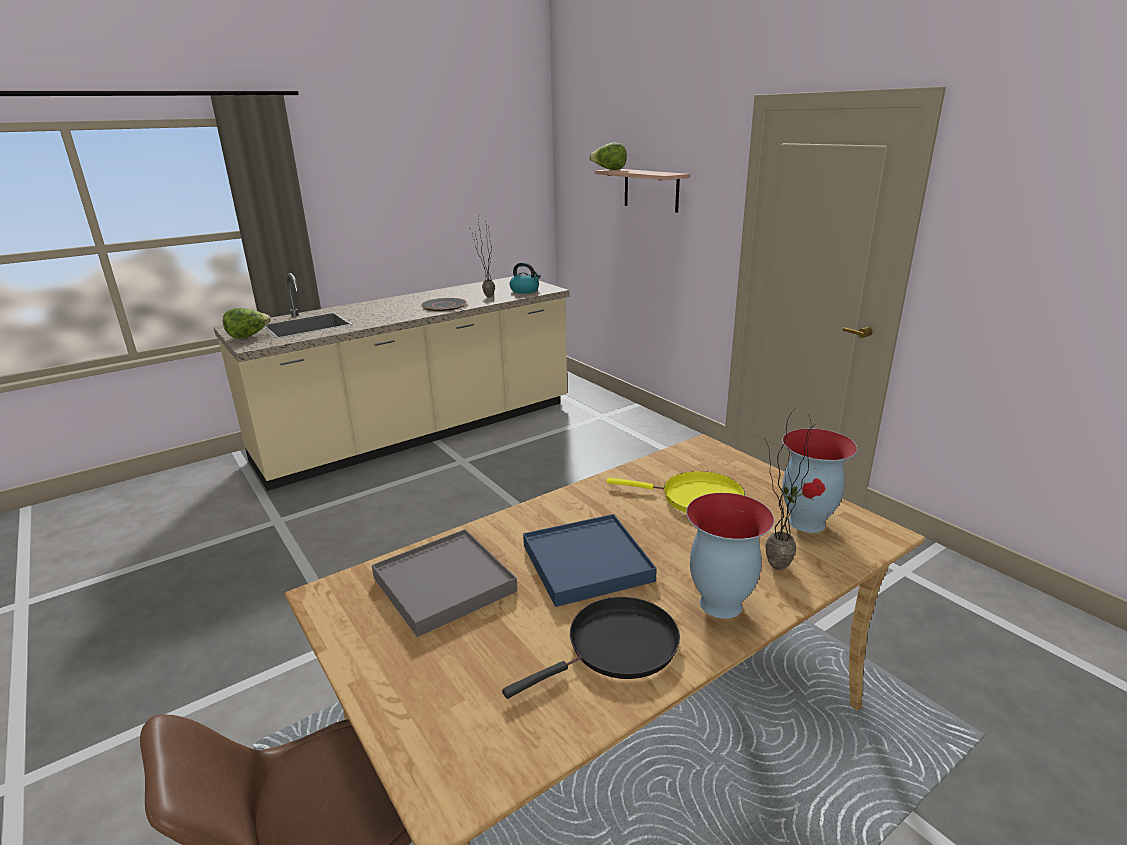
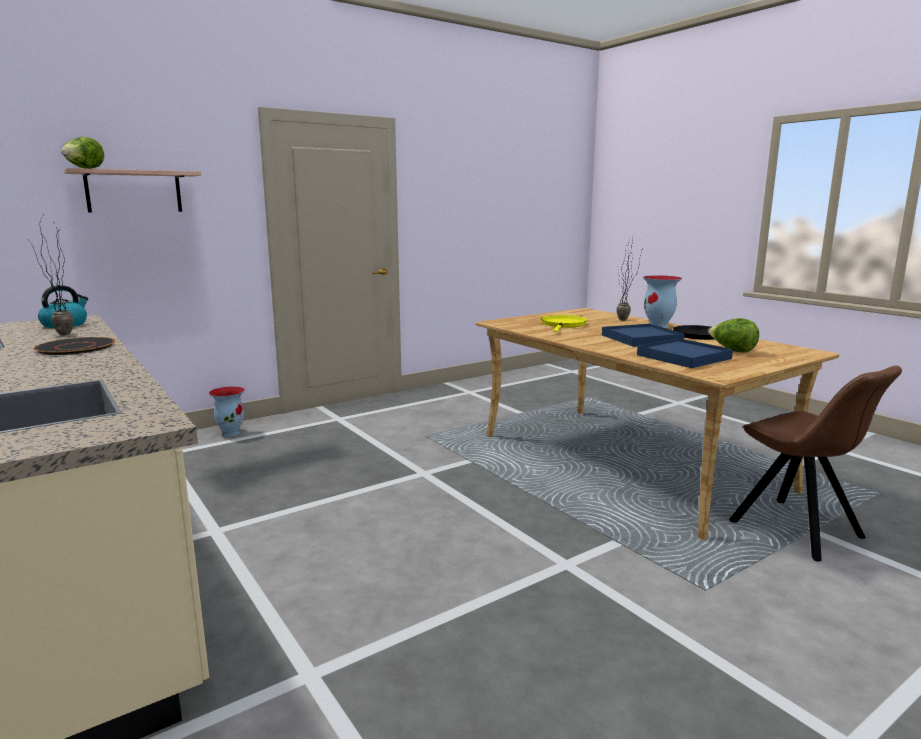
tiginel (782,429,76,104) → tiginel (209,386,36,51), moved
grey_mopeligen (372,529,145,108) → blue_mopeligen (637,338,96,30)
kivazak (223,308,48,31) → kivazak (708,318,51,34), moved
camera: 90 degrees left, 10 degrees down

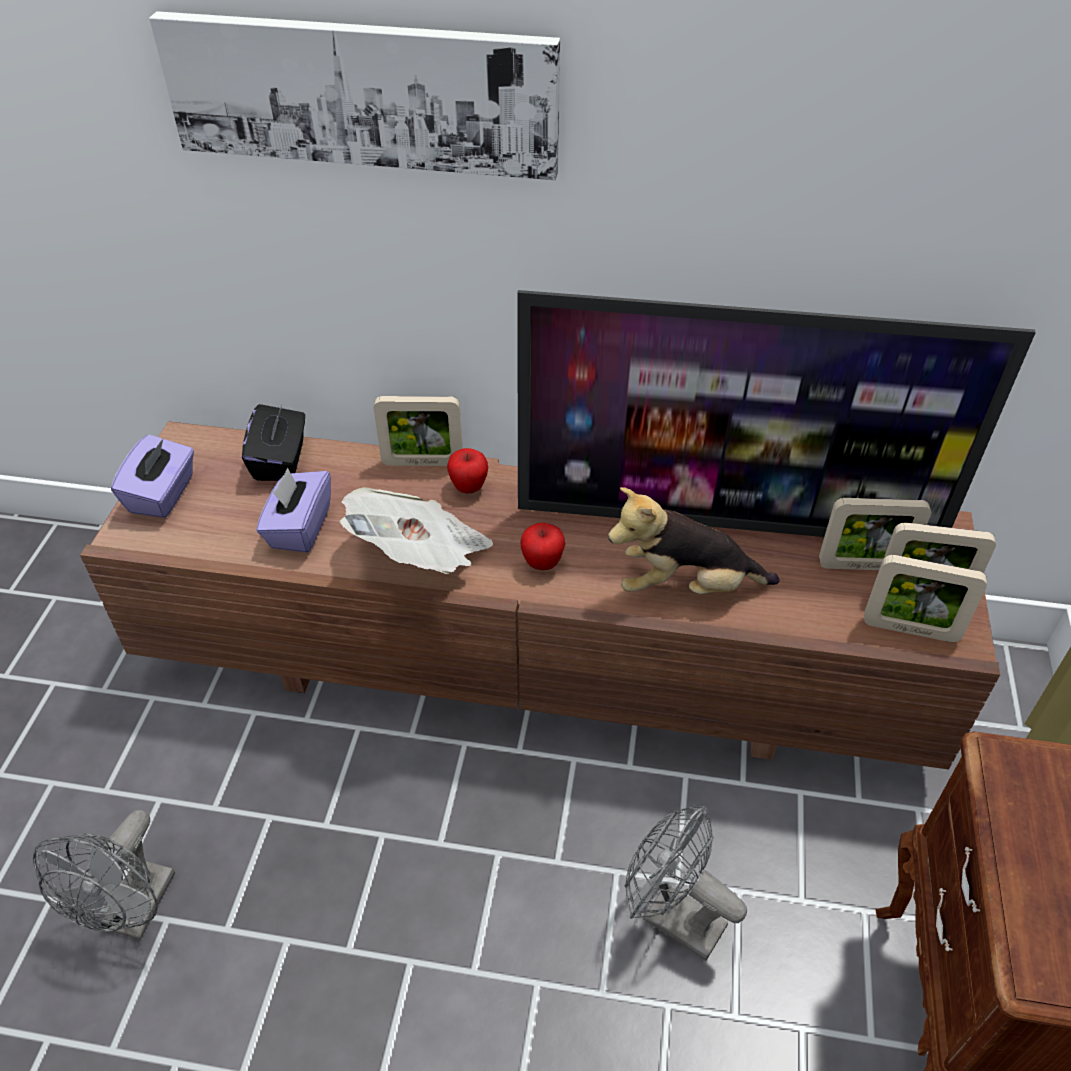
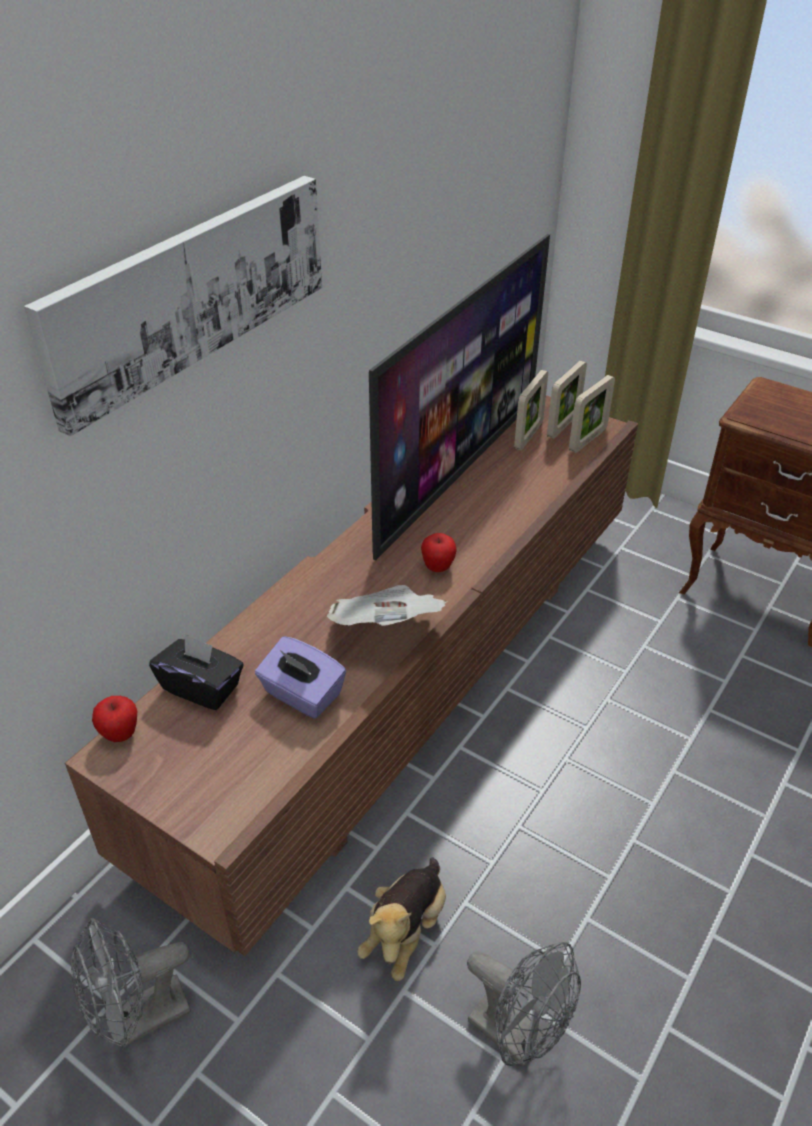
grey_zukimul (625,805,122,155) → grey_zukimul (71,918,120,130), moved
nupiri (447,448,41,45) → nupiri (92,696,45,46), moved
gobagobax (608,487,172,107) → gobagobax (357,857,89,124), moved
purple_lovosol (111,435,83,83) → -
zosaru (374,396,89,70) → -
camera: 65 degrees left, 5 degrees down

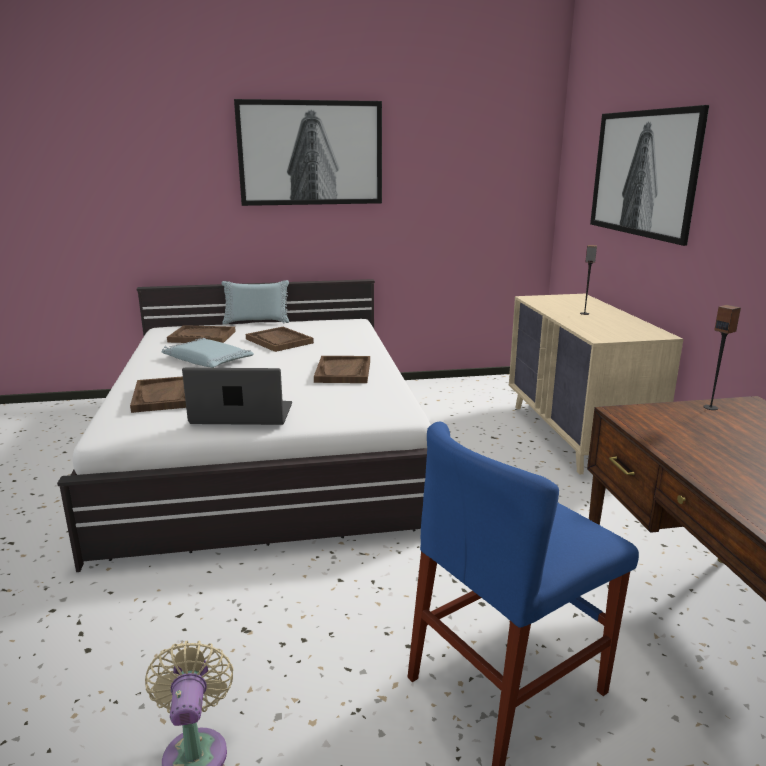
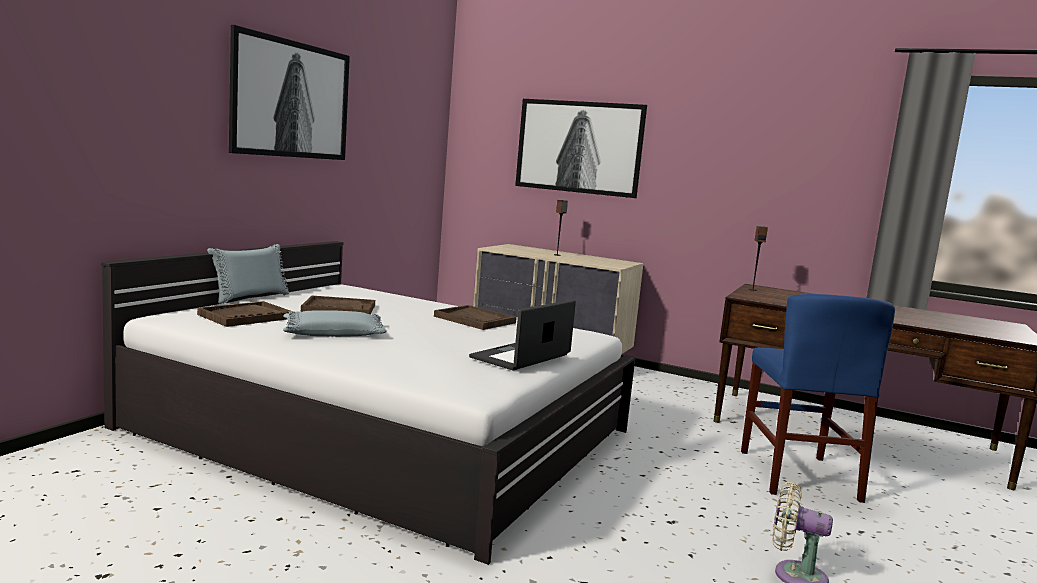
brown_mopeligen (130,376,56,37) → -
camera: 55 degrees left, 10 degrees down

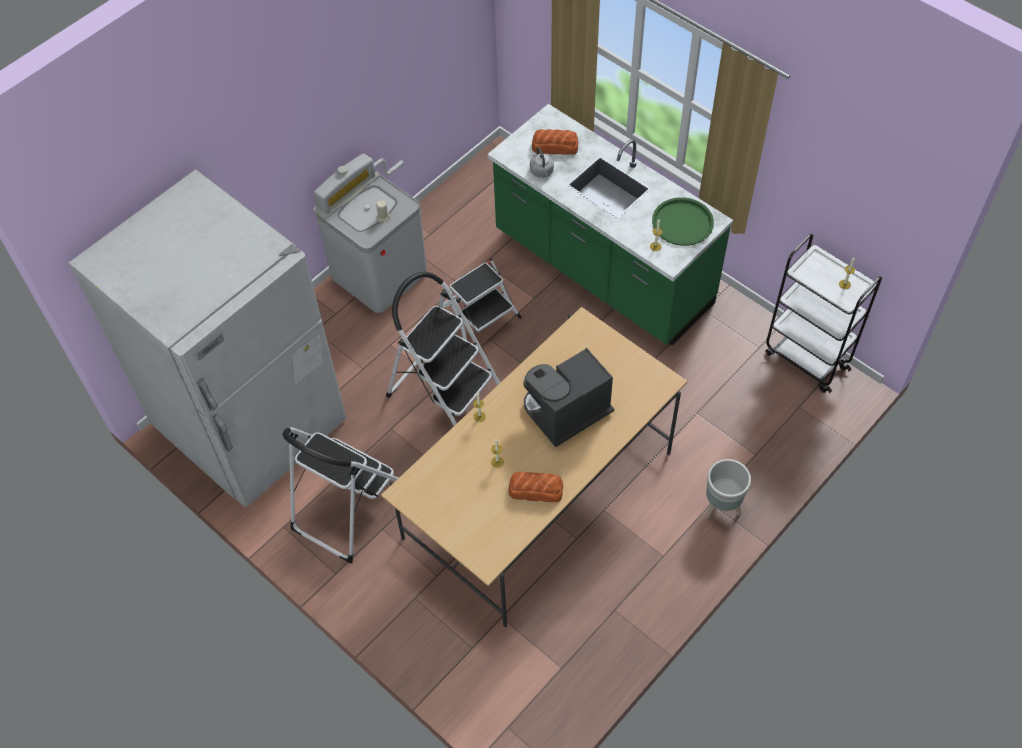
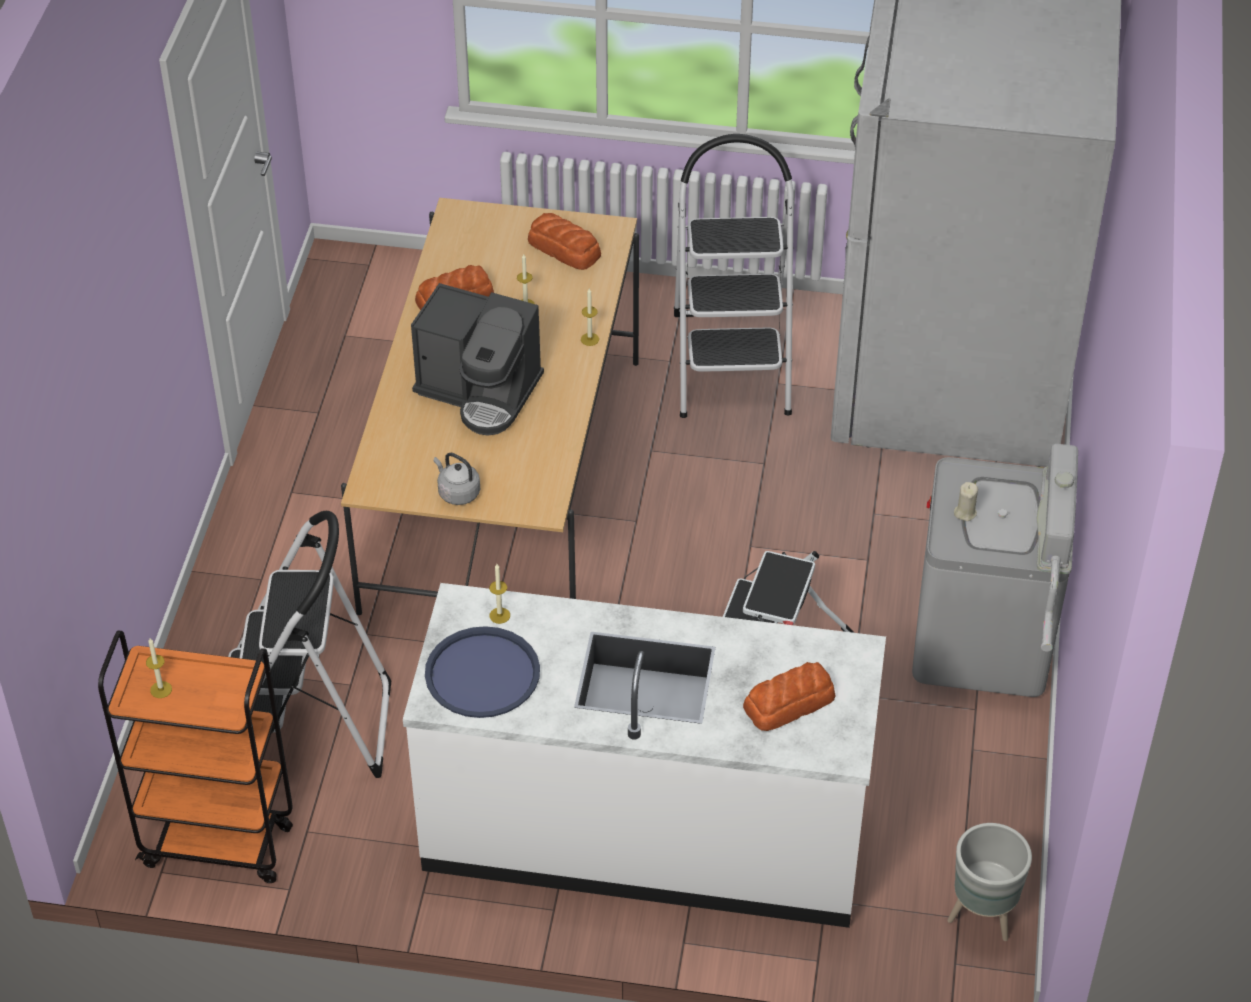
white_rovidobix (765,234,117,159) → orange_rovidobix (98,630,195,253)
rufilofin (386,272,114,154) → rufilofin (228,511,163,267), moved
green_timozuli (488,104,245,242) → white_timozuli (403,583,483,345)
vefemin (523,348,91,99) → vefemin (411,283,133,152), 90 degrees clockwise
green_mopeligen (652,197,62,49) → blue_mopeligen (425,626,115,92)
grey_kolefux (530,147,24,31) → grey_kolefux (434,453,46,52), moved
- → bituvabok (528,213,73,57)
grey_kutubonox (706,459,45,59) → grey_kutubonox (948,823,84,118), moved
camera: 145 degrees right, 10 degrees down

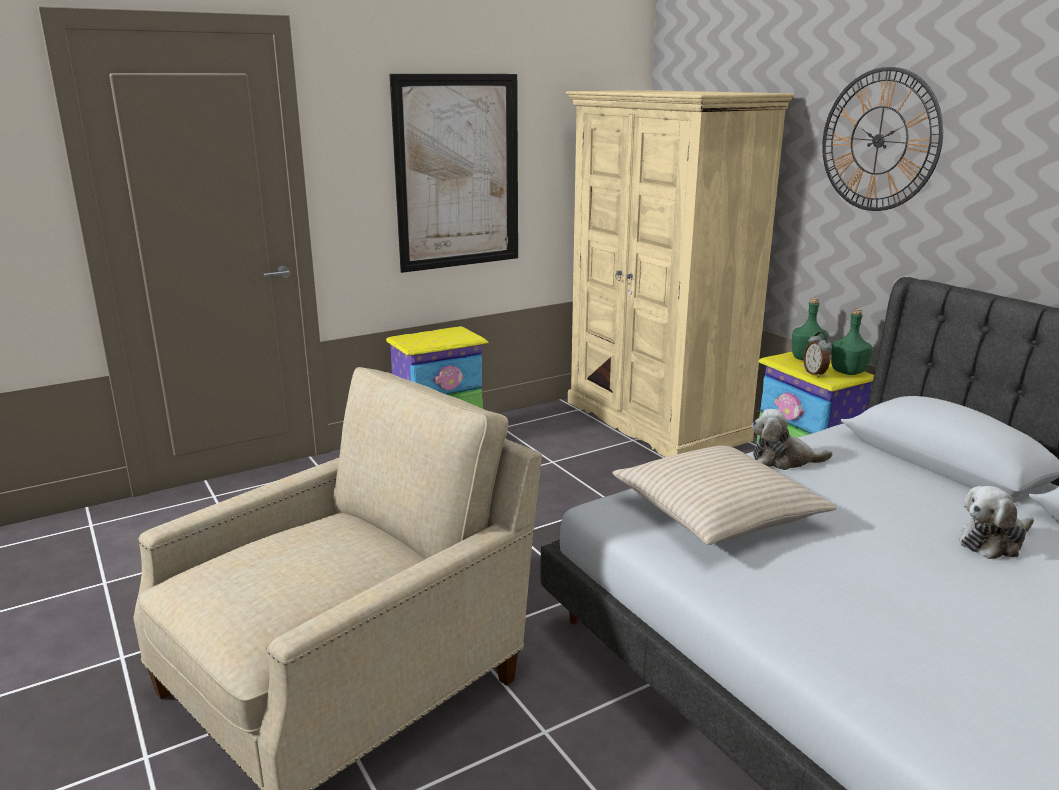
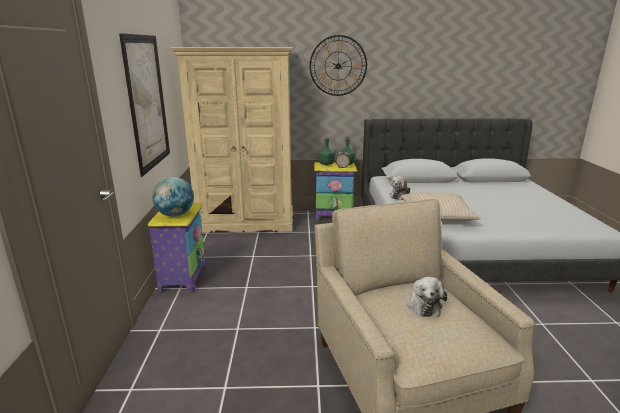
- → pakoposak (152,177,42,40)
gobagobax (959,486,75,73) → gobagobax (407,277,40,40), moved
camera: 60 degrees left, 0 degrees up

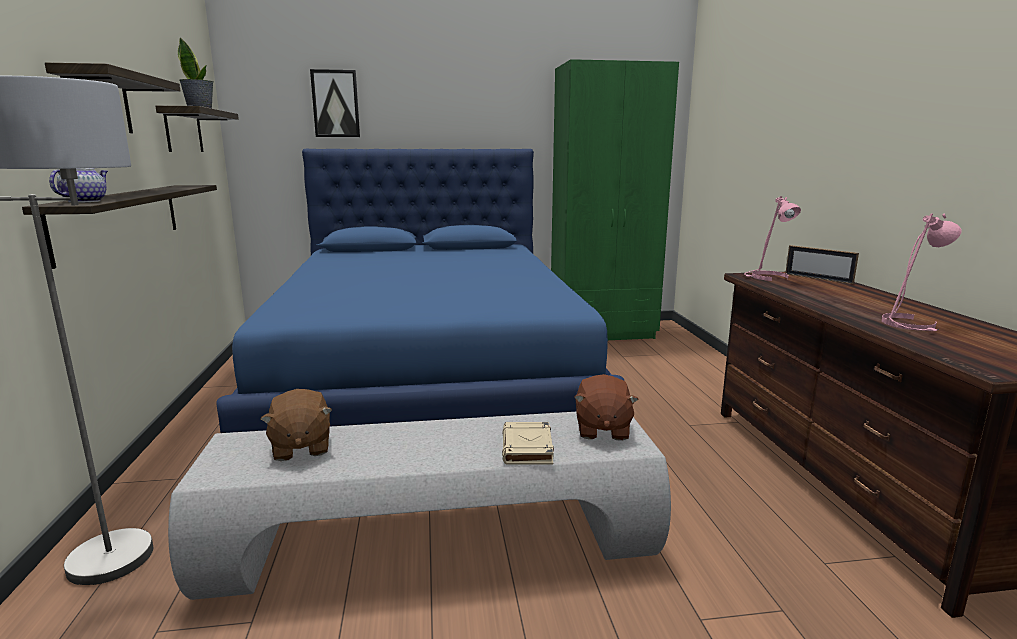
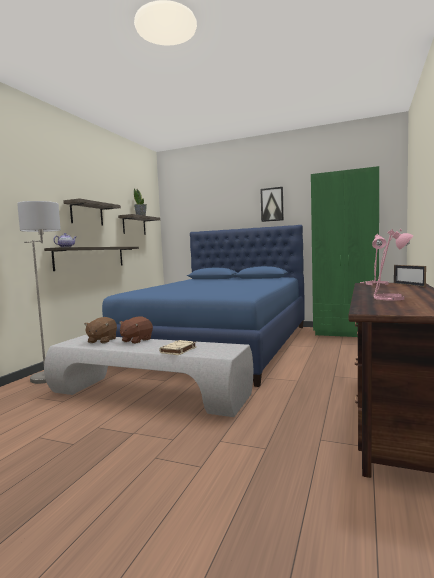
brown_gobagobax (574,374,65,67) → brown_gobagobax (119,316,34,28), moved
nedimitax (310,69,50,68) → nedimitax (260,187,24,35), moved
camera: 30 degrees right, 10 degrees down

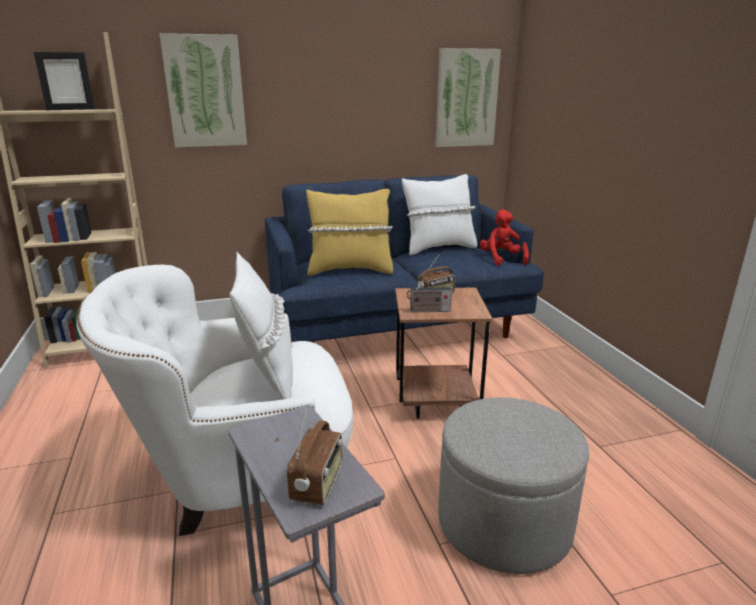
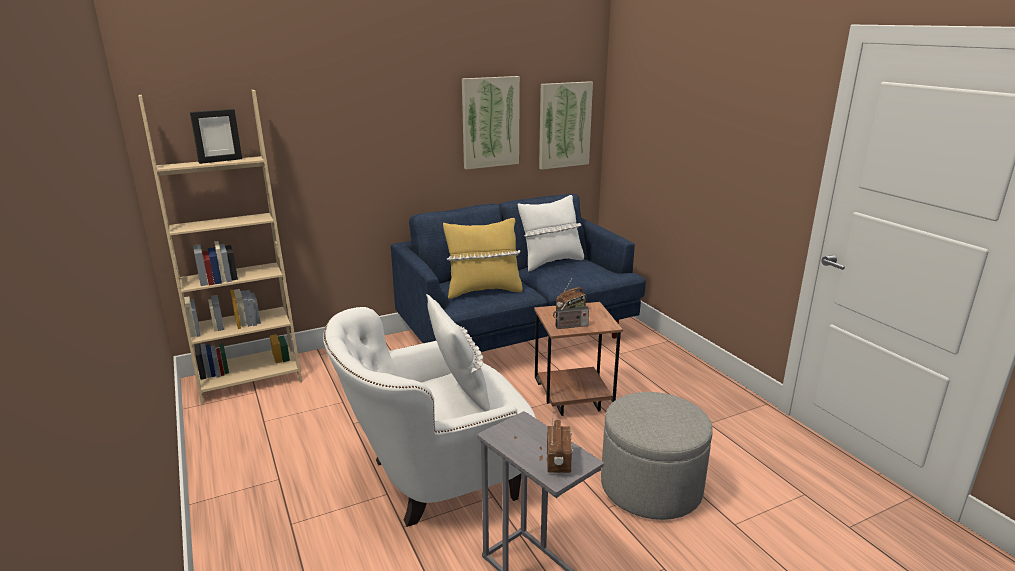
nedimitax (159,33,88,114) → nedimitax (462,76,58,94), moved
red_gobagobax (480,209,49,57) → -
camera: 10 degrees left, 0 degrees up

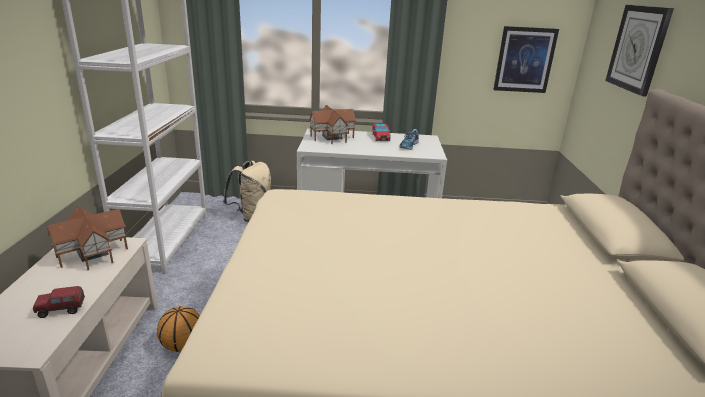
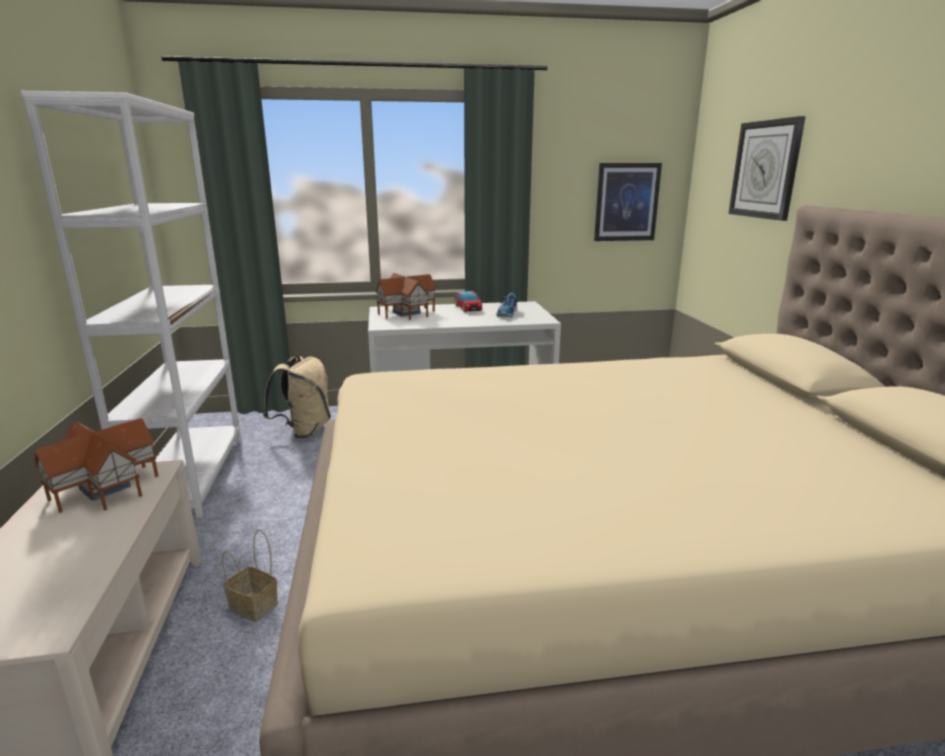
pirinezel (157,306,43,46) → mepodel (222,530,56,92)
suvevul (33,286,52,32) → -
camera: 10 degrees left, 5 degrees down

